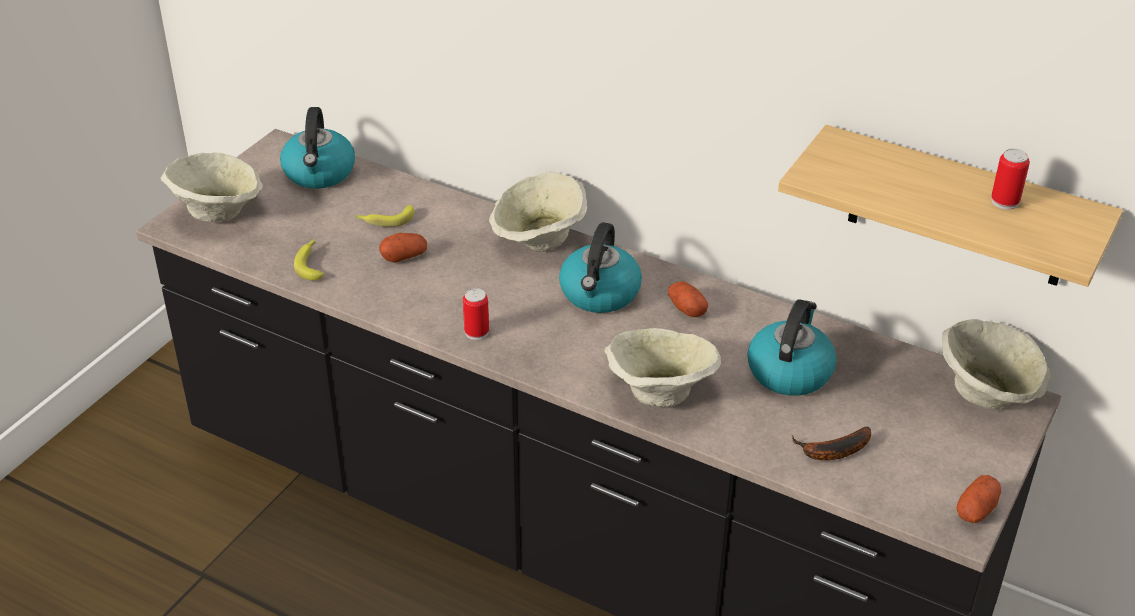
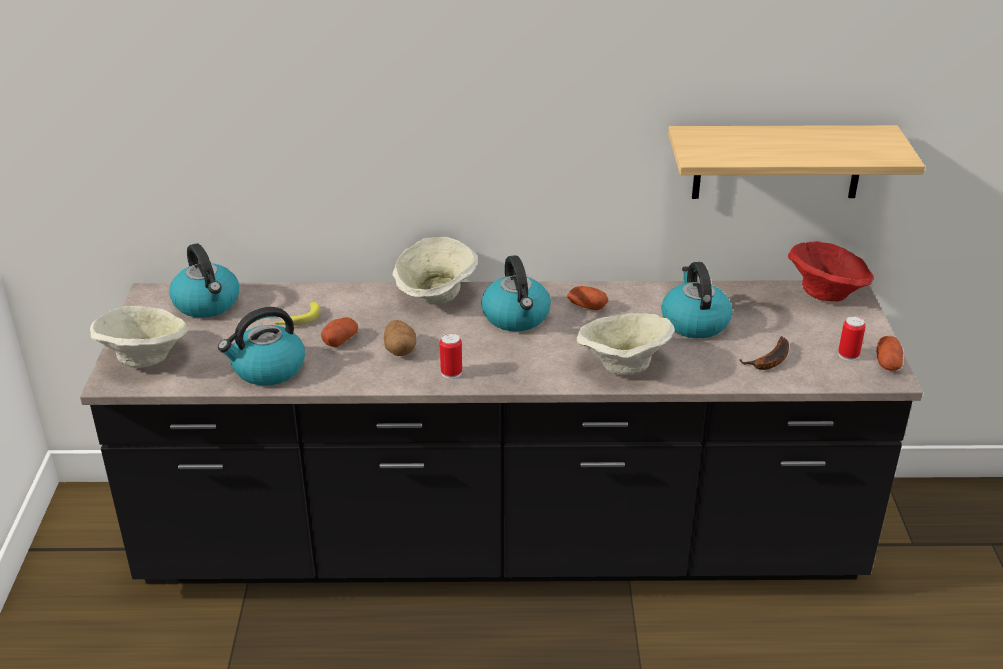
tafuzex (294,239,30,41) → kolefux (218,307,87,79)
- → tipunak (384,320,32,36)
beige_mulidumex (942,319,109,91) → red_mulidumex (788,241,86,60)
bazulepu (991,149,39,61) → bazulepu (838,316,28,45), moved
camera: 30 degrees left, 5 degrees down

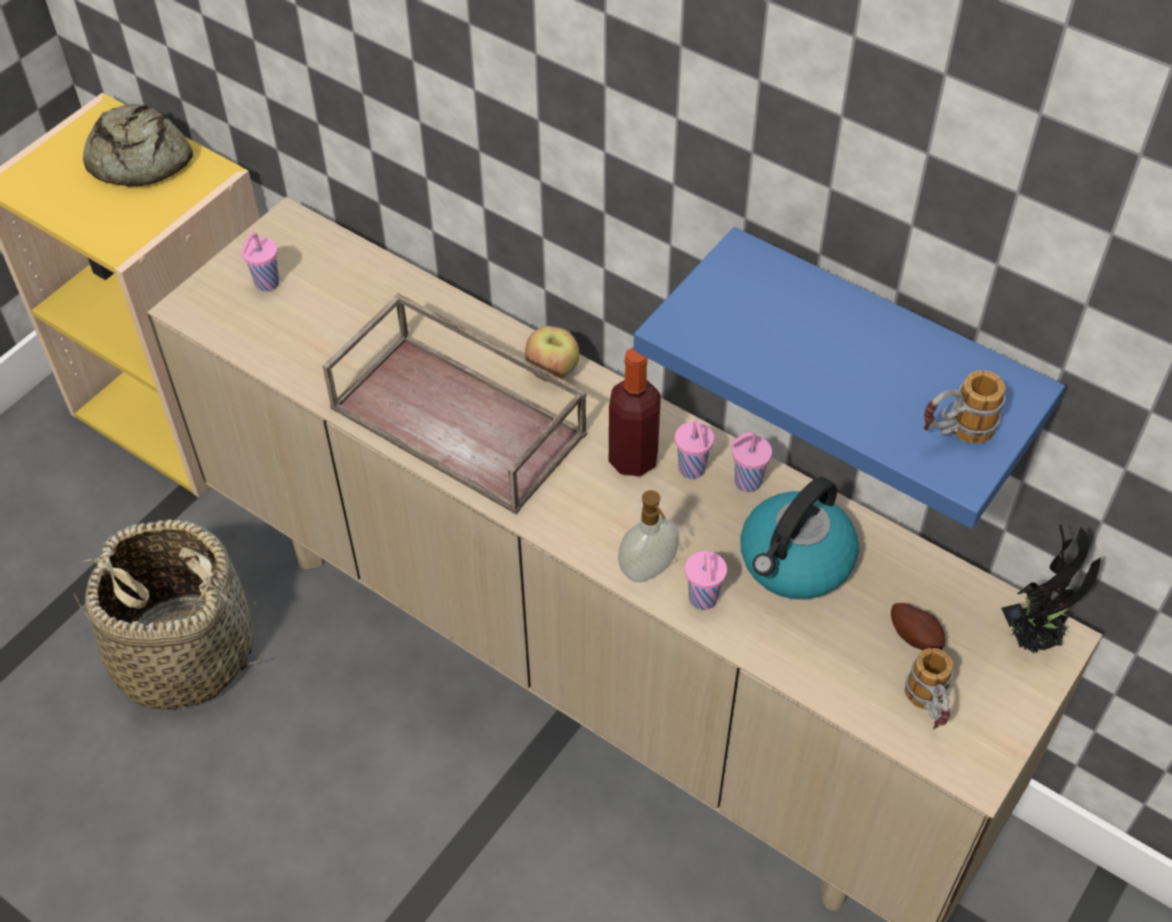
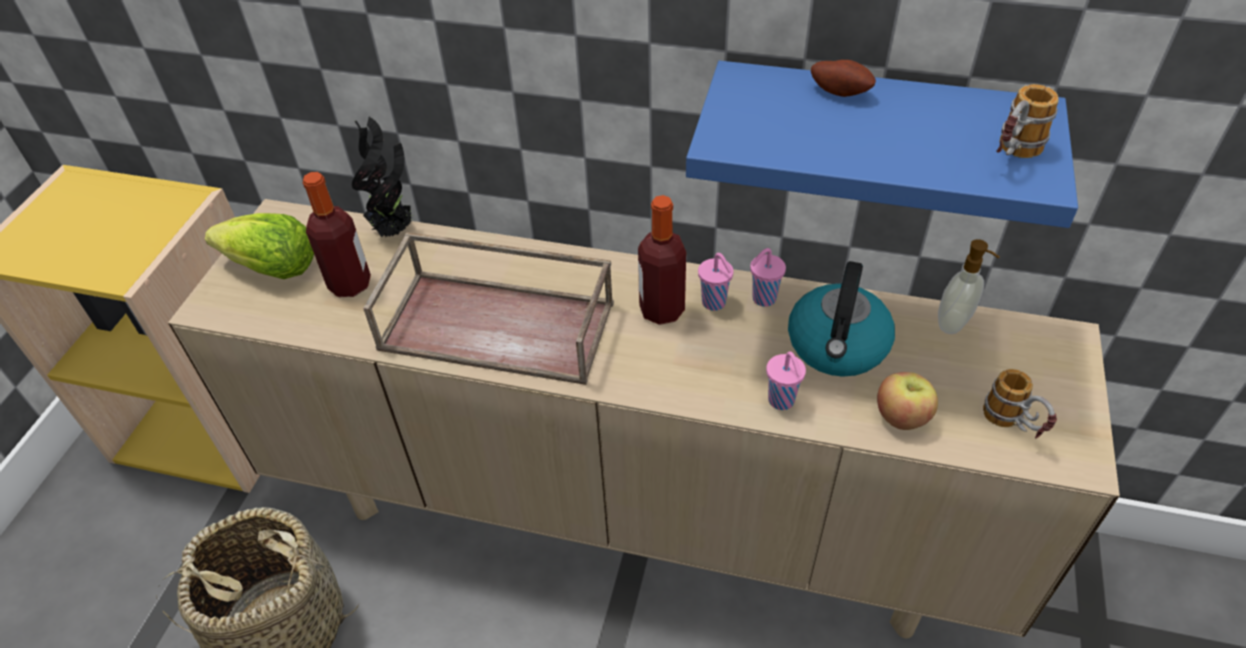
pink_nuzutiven (241,232,38,59) → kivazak (205,213,109,66)
- → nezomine (303,172,68,125)
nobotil (1001,525,100,129) → nobotil (352,117,60,120), moved
tipunak (891,603,54,47) → tipunak (811,60,65,37), moved
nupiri (525,326,54,56) → nupiri (877,372,61,58), moved
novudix (618,490,61,92) → novudix (938,239,62,95), moved
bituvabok (83,104,110,82) → -
camera: 20 degrees left, 5 degrees down

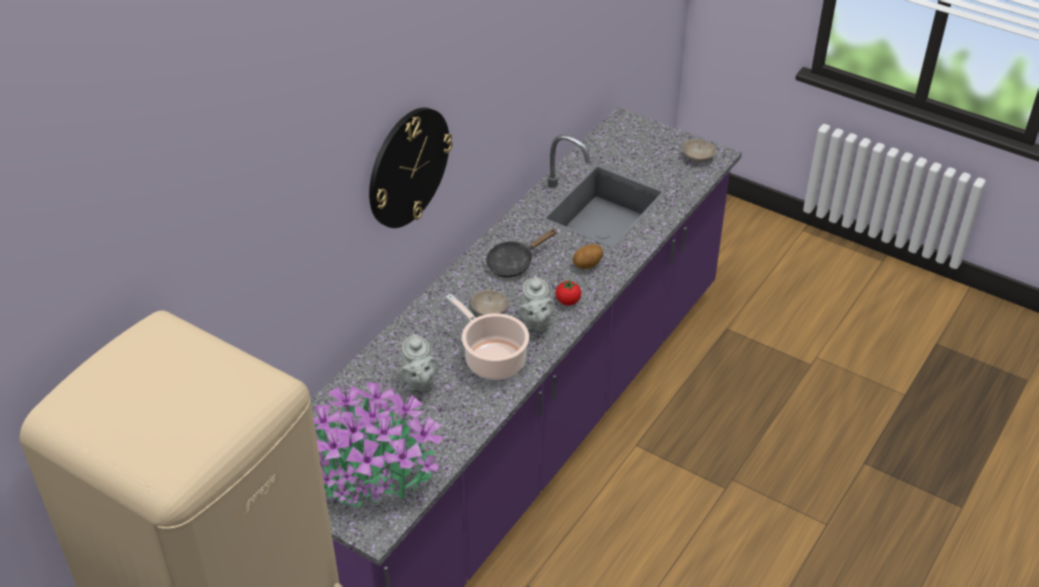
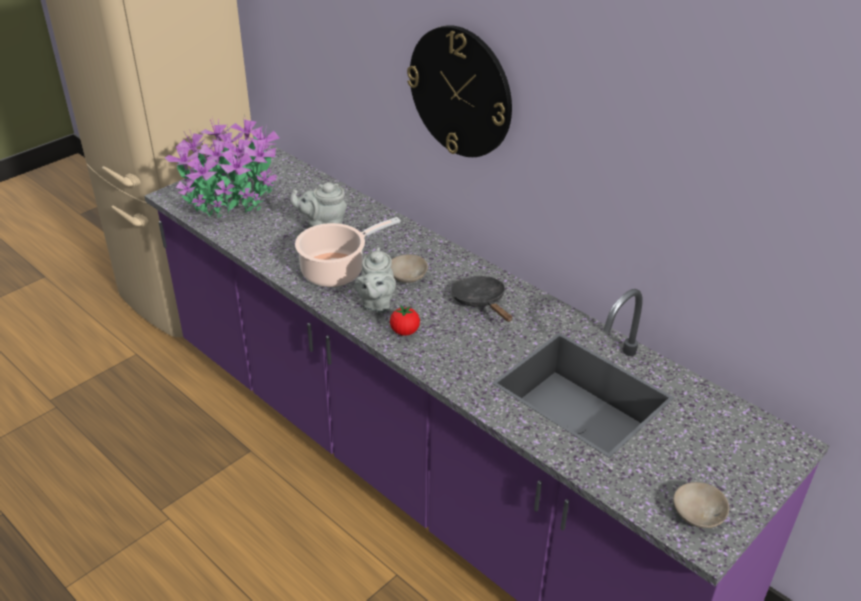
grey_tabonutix (518,275,37,58) → grey_tabonutix (355,247,41,66), 90 degrees counterclockwise
tipunak (573,244,30,25) → -
camera: 100 degrees right, 5 degrees down

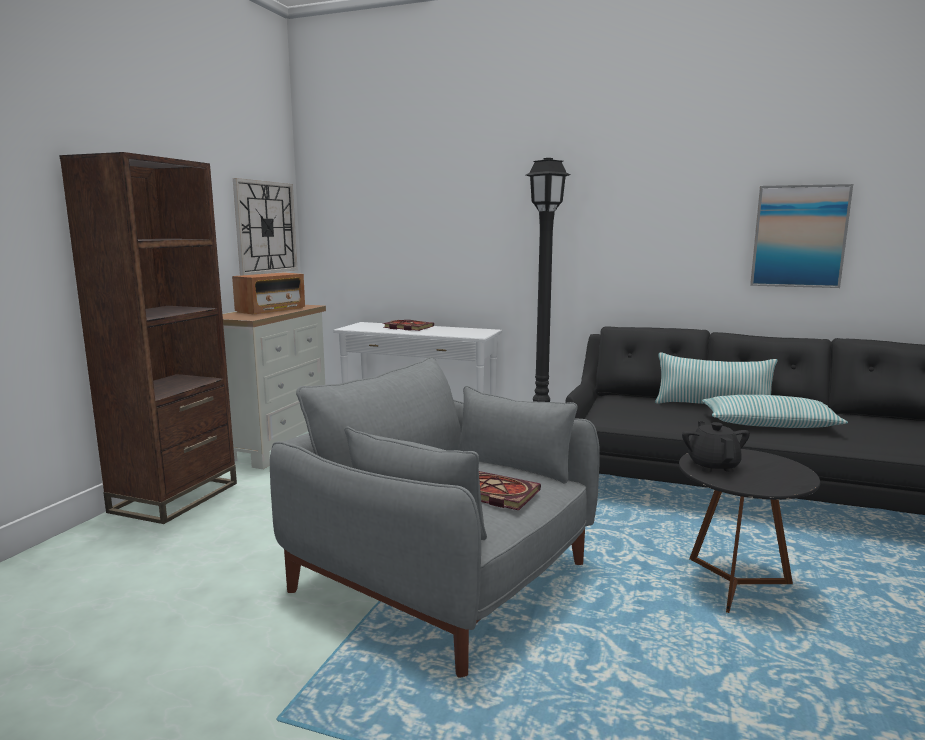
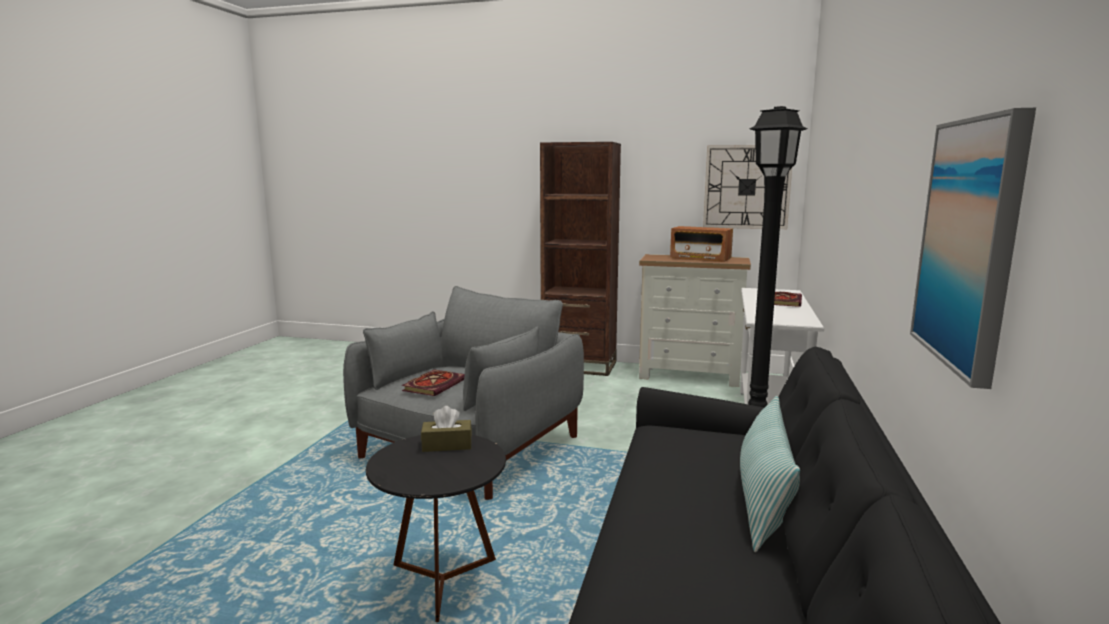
black_tabonutix (682,421,68,51) → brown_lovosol (421,406,51,46)
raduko (702,395,146,33) → -
camera: 85 degrees right, 0 degrees up

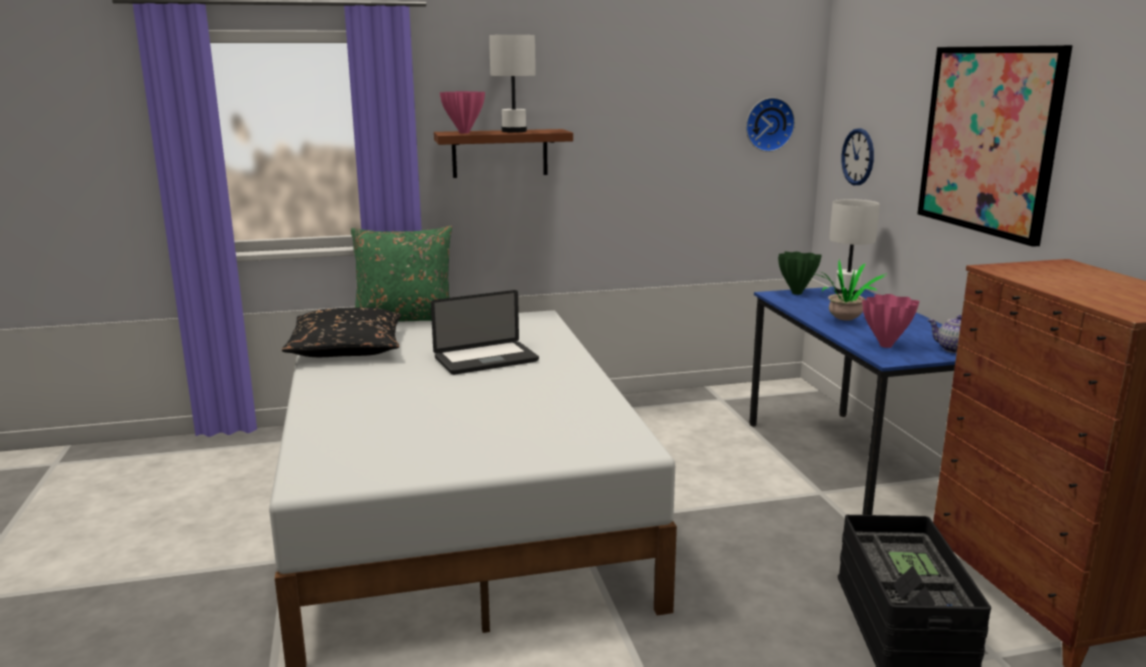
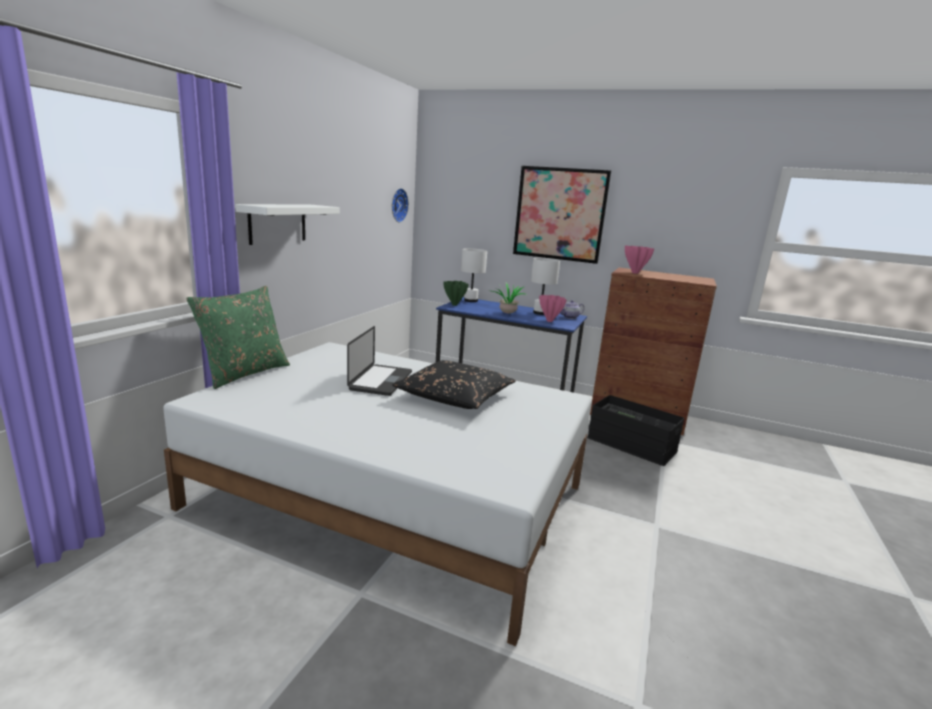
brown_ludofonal (434,129,139,49) → white_ludofonal (235,204,105,41)
black_raduko (282,308,119,49) → black_raduko (392,360,124,49), moved
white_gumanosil (489,35,46,97) → white_gumanosil (531,258,29,57), moved
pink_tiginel (440,91,45,43) → pink_tiginel (625,246,29,28), moved
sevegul (842,128,32,57) → -
camera: 55 degrees left, 0 degrees up

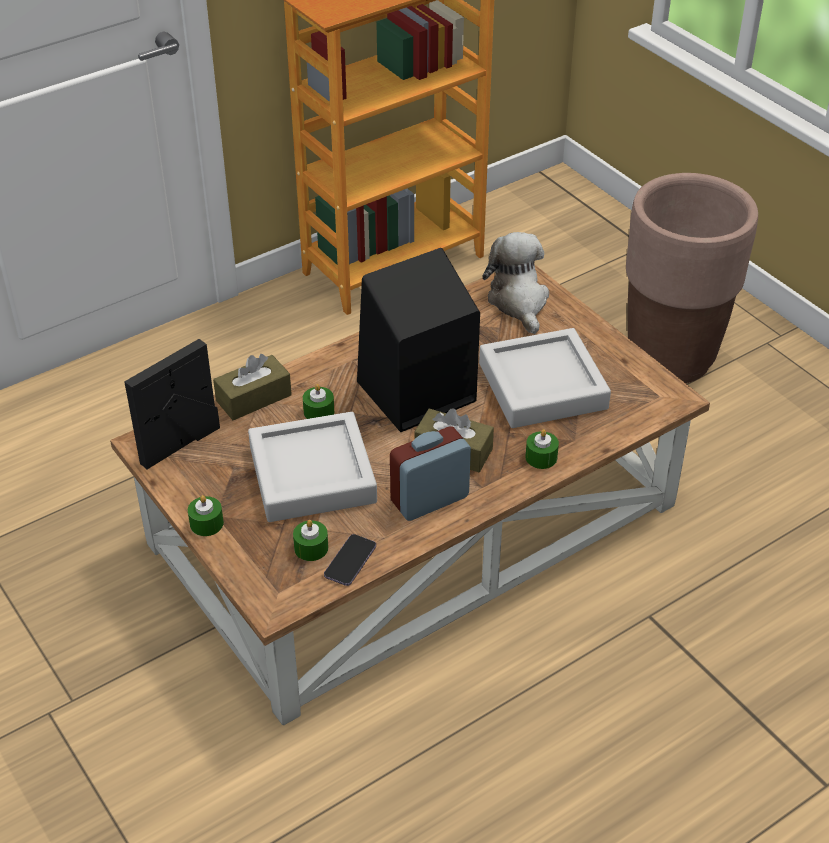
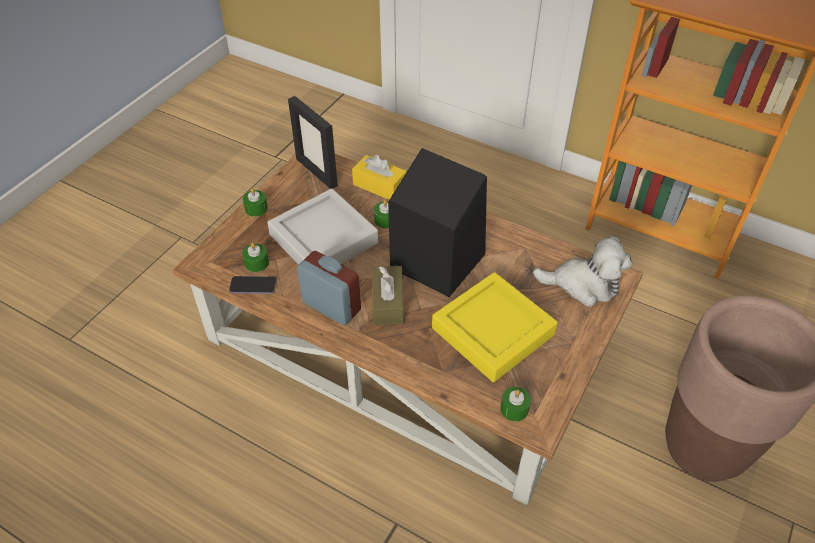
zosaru (124,339,96,130) → zosaru (288,96,50,93), 150 degrees counterclockwise
brown_lovosol (213,354,79,66) → yellow_lovosol (352,154,55,46)
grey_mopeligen (479,328,132,100) → yellow_mopeligen (432,272,126,110)
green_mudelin (525,429,34,40) → green_mudelin (500,387,31,34), moved
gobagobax (483,232,66,102) → gobagobax (533,236,99,71), 45 degrees clockwise
camera: 65 degrees right, 5 degrees up

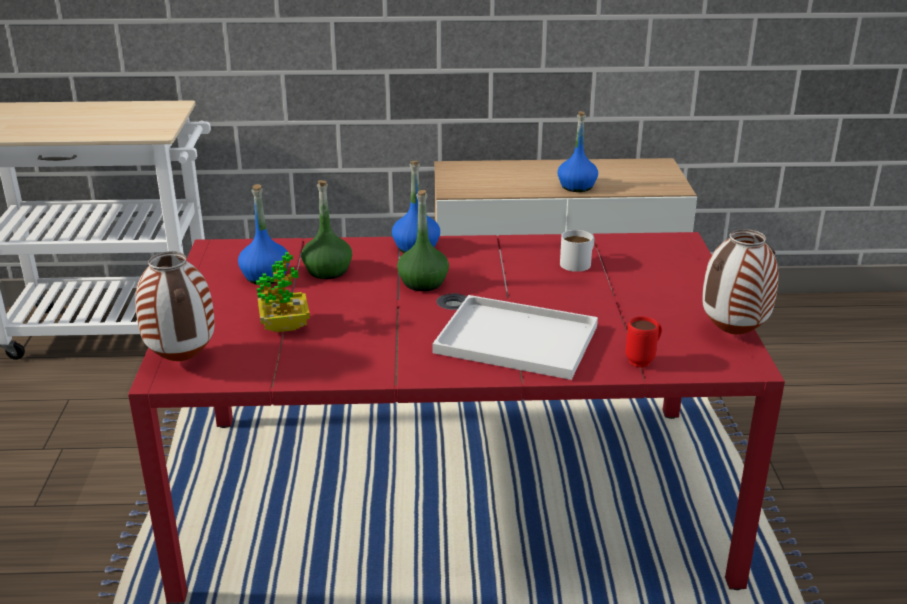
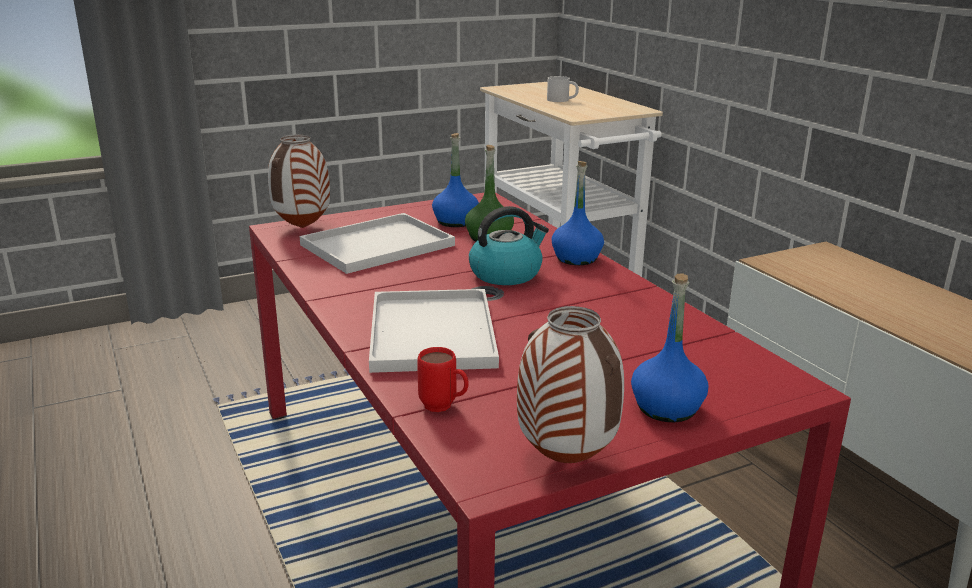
nobotil (256,252,54,80) → white_mopeligen (300,213,155,61)
green_nezomine (397,190,52,101) → kolefux (469,206,80,79)
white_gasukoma (560,230,35,42) → white_gasukoma (547,76,32,26), moved
blue_nezomine (557,111,41,81) → blue_nezomine (631,273,77,149), moved
camera: 65 degrees right, 5 degrees down

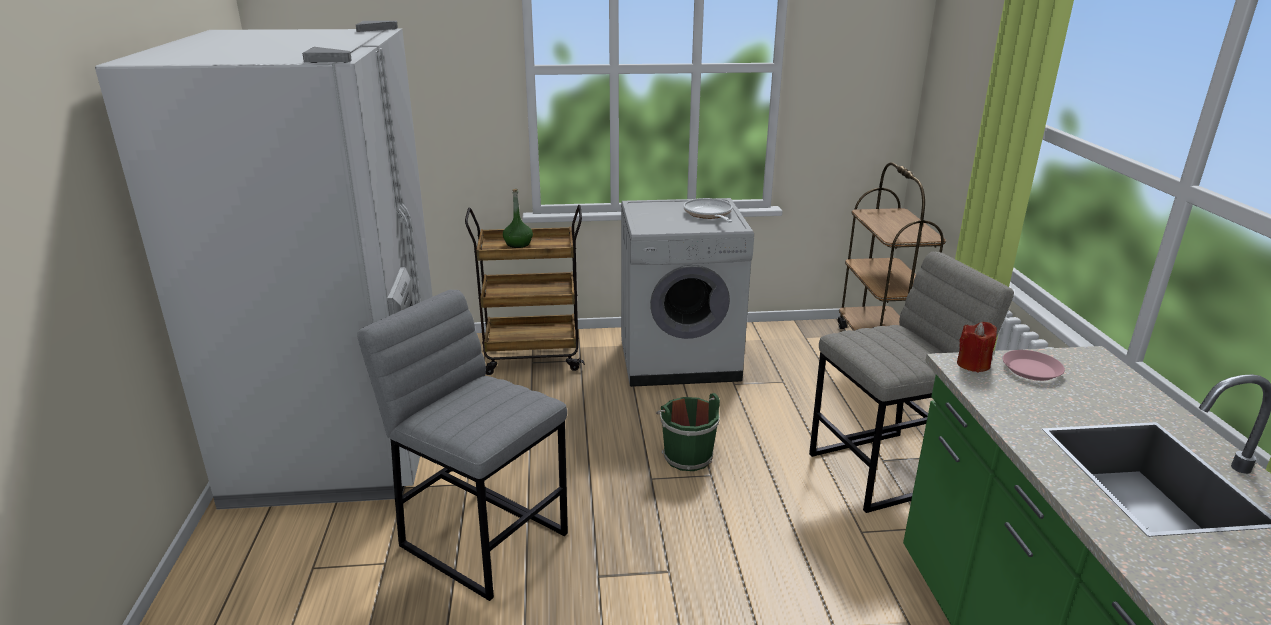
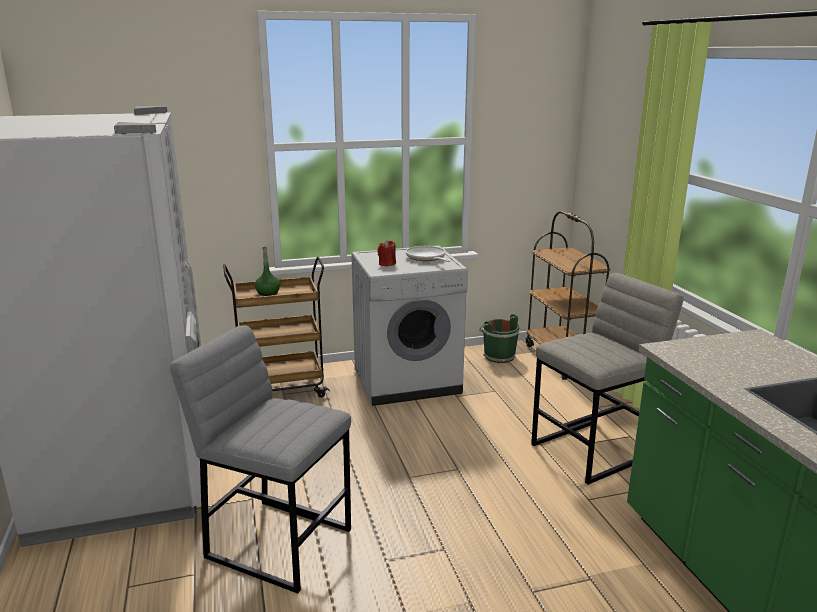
red_mudelin (957,322,40,51) → red_mudelin (377,240,19,26), moved
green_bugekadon (656,393,64,78) → green_bugekadon (479,314,41,49), moved
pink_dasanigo (1003,350,62,31) → -
camera: 10 degrees left, 5 degrees down

